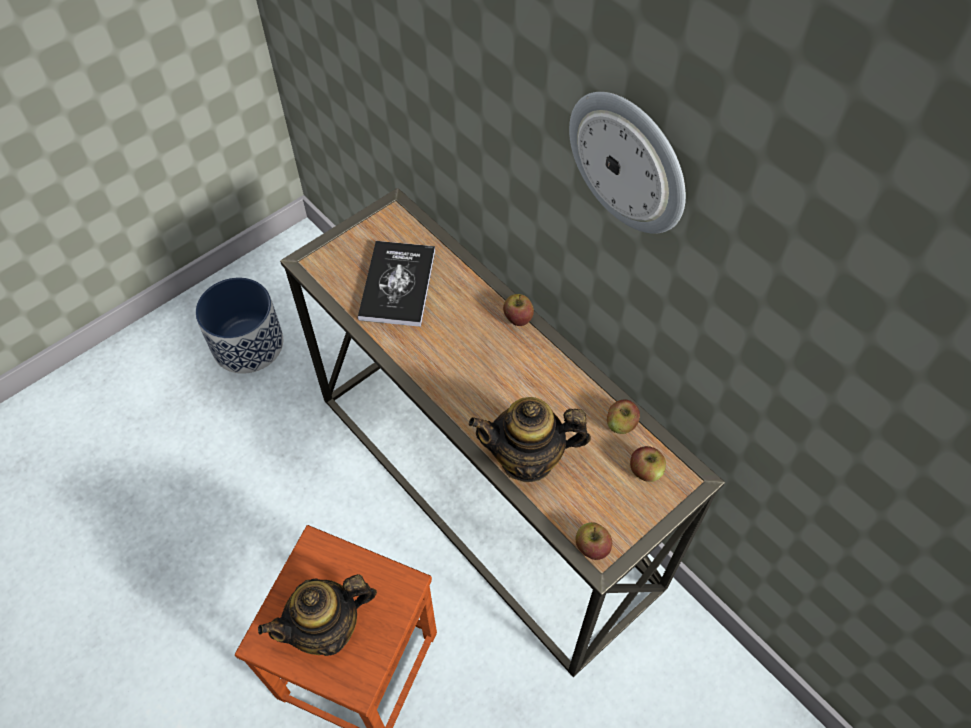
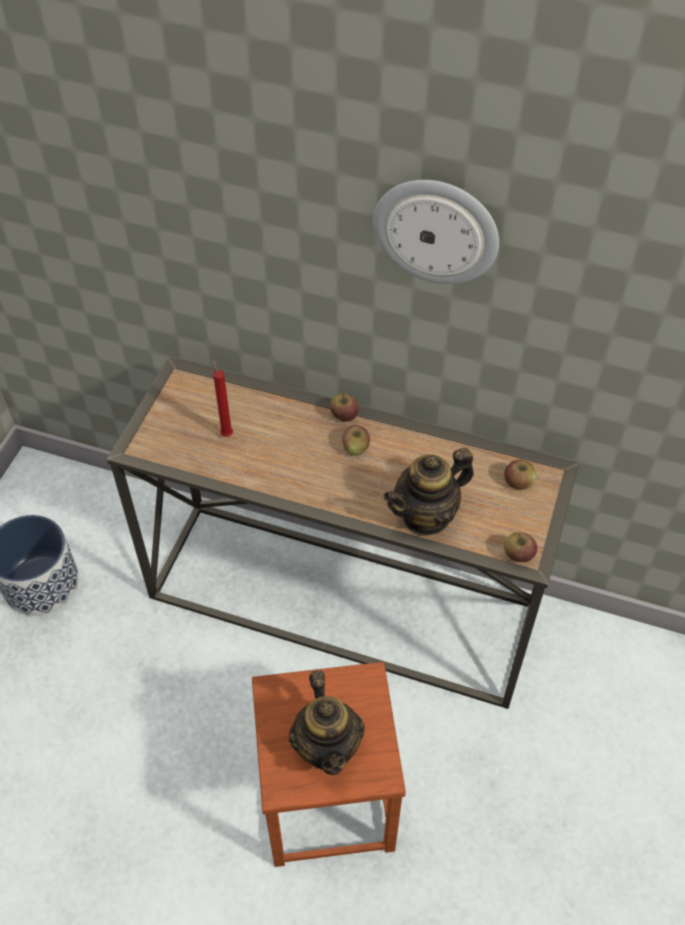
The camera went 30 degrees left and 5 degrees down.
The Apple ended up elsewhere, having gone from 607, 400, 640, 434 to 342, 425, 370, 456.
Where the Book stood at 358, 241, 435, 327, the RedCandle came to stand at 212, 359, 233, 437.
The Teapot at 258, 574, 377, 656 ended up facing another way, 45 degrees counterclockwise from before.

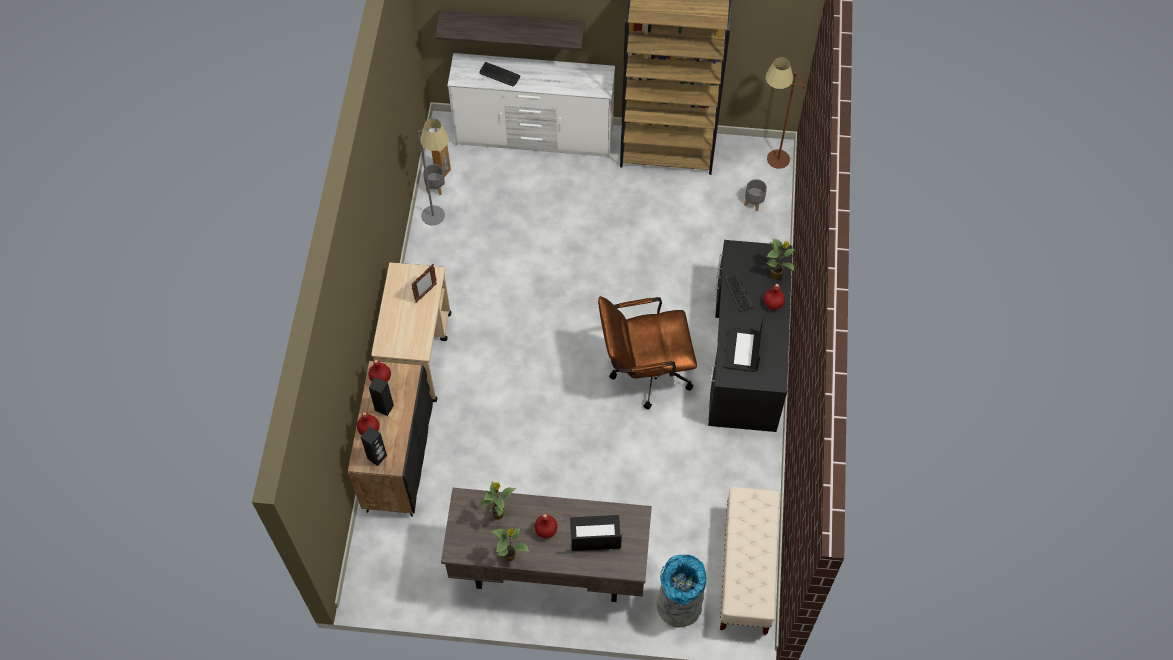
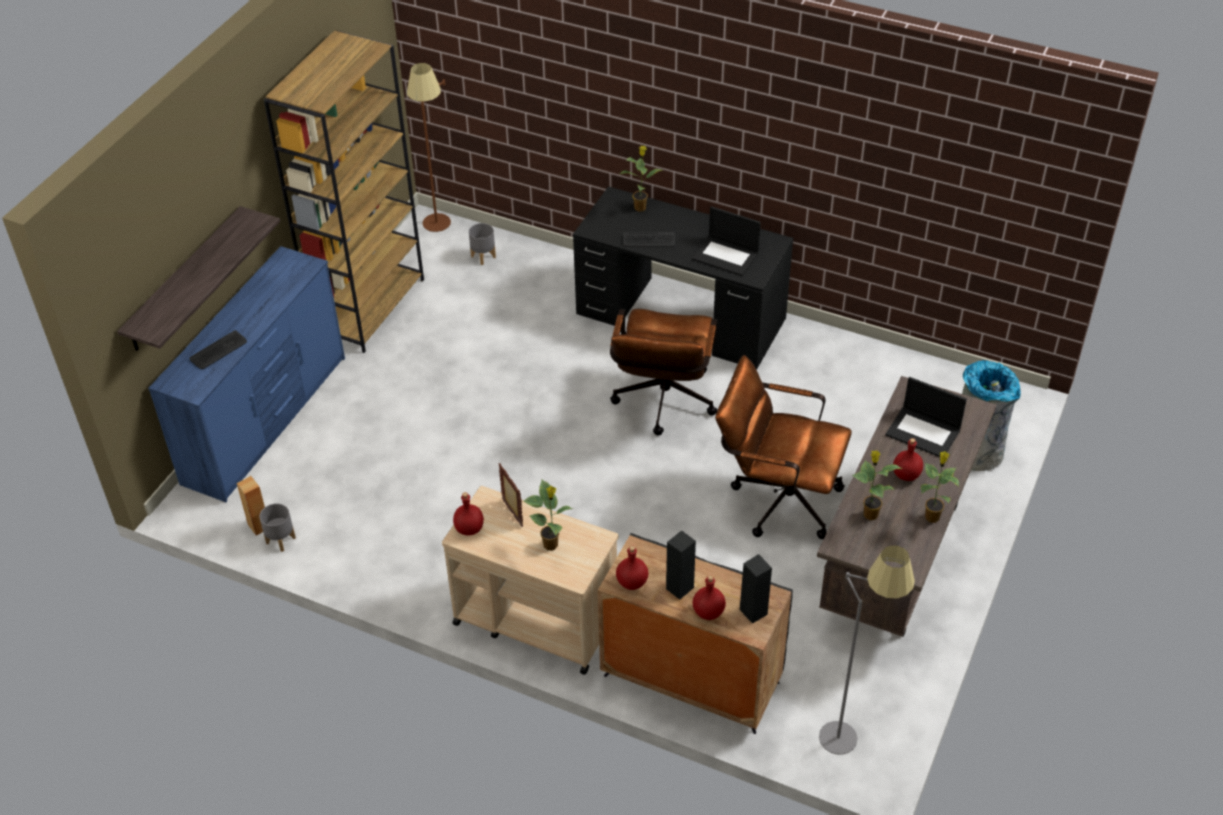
The camera went 70 degrees left and 15 degrees down.
The second view lost the BeigeBench at 720, 487, 780, 635.
The second view gained the PottedPlant at 523, 480, 573, 551.
The second view gained the BrownOfficeChair at 715, 355, 852, 539.
The GreyFloorLamp ended up elsewhere, having gone from 418, 119, 449, 225 to 819, 545, 915, 755.
The RedBottle ended up elsewhere, having gone from 763, 284, 785, 310 to 453, 492, 484, 535.
What was the WhiteDresser at 447, 53, 615, 158 turned into the BlueDresser at 148, 246, 345, 502.
The Laptop at 570, 515, 622, 551 ended up facing another way, 75 degrees counterclockwise from before.

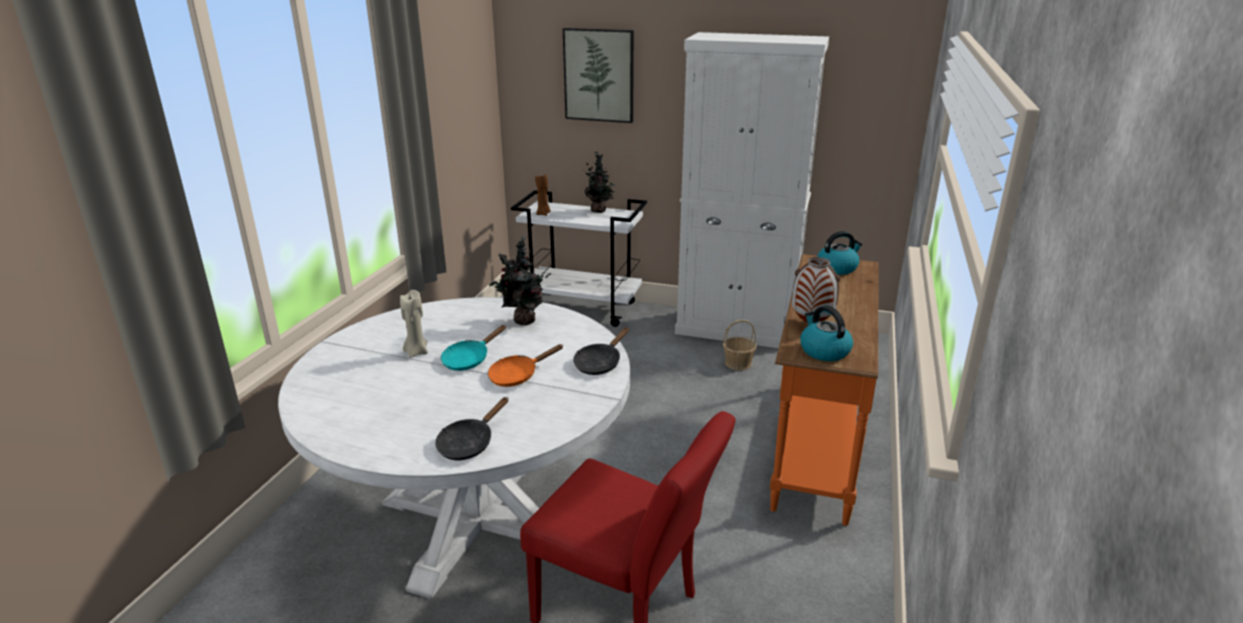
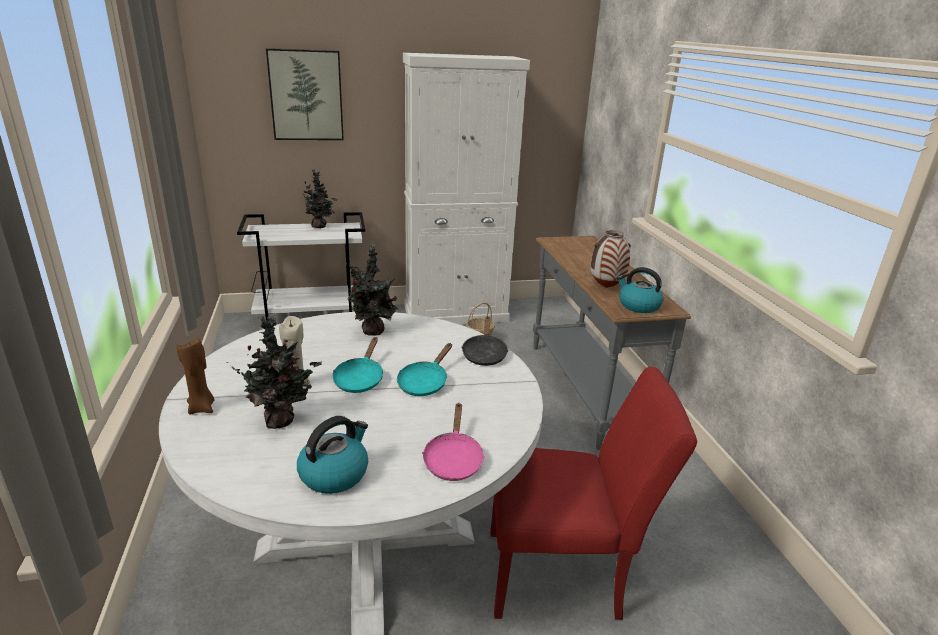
The camera went 30 degrees left and 0 degrees up.
The second view gained the PottedPlant at 227, 316, 322, 429.
The BrownCandle ended up elsewhere, having gone from 535, 174, 551, 216 to 176, 338, 215, 414.
The Kettle ended up elsewhere, having gone from 817, 231, 863, 275 to 297, 416, 368, 494.
What was the BlackFryingPan at 435, 397, 508, 460 turned into the PinkFryingPan at 422, 403, 485, 481.
What was the OrangeFryingPan at 488, 344, 563, 387 turned into the TurquoiseFryingPan at 397, 343, 452, 396.
What was the OrangeConsoleTable at 770, 254, 879, 526 turned into the GreyConsoleTable at 533, 236, 691, 450.

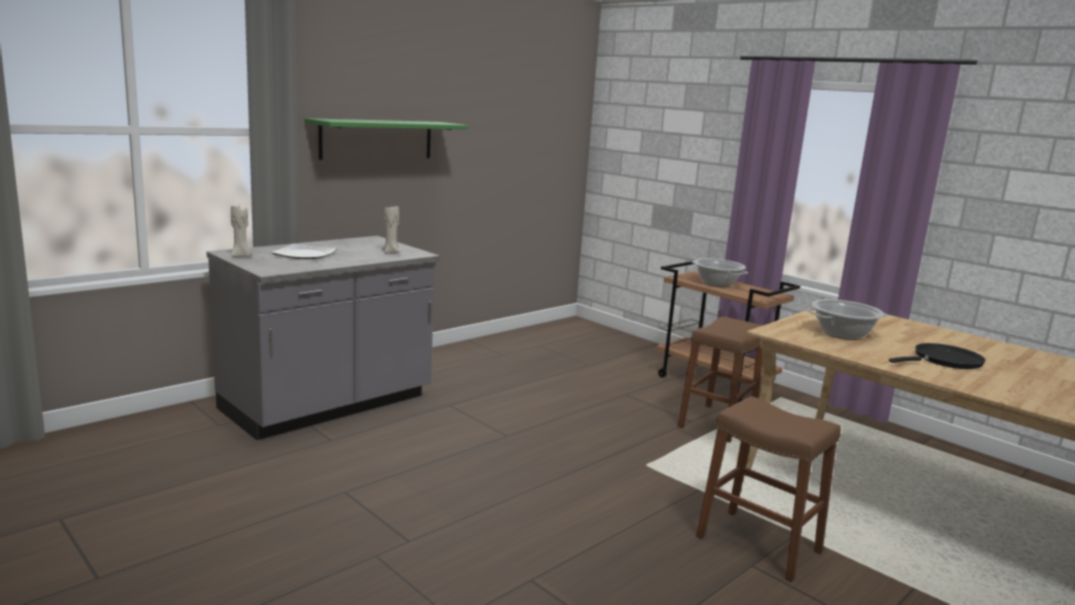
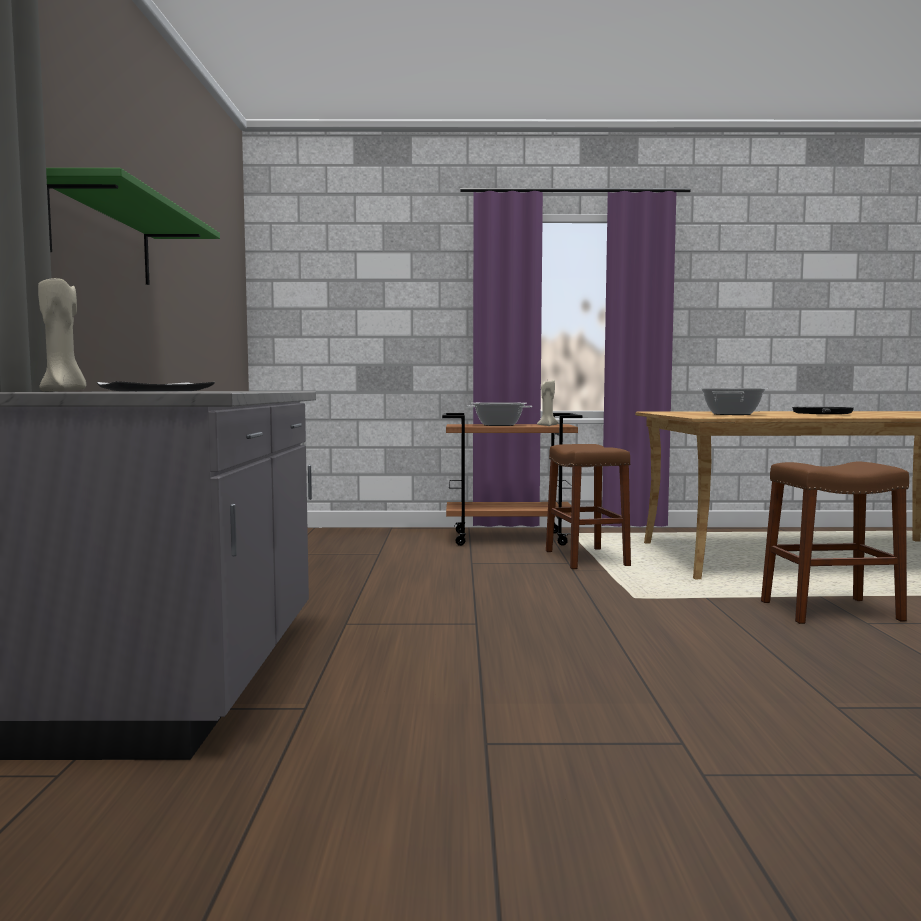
The camera went 45 degrees left and 10 degrees down.
The BeigeCandle ended up elsewhere, having gone from 382, 206, 400, 254 to 537, 380, 559, 426.

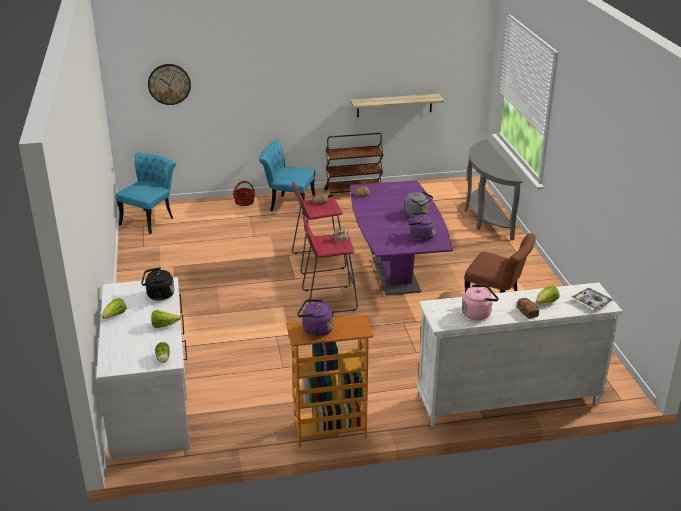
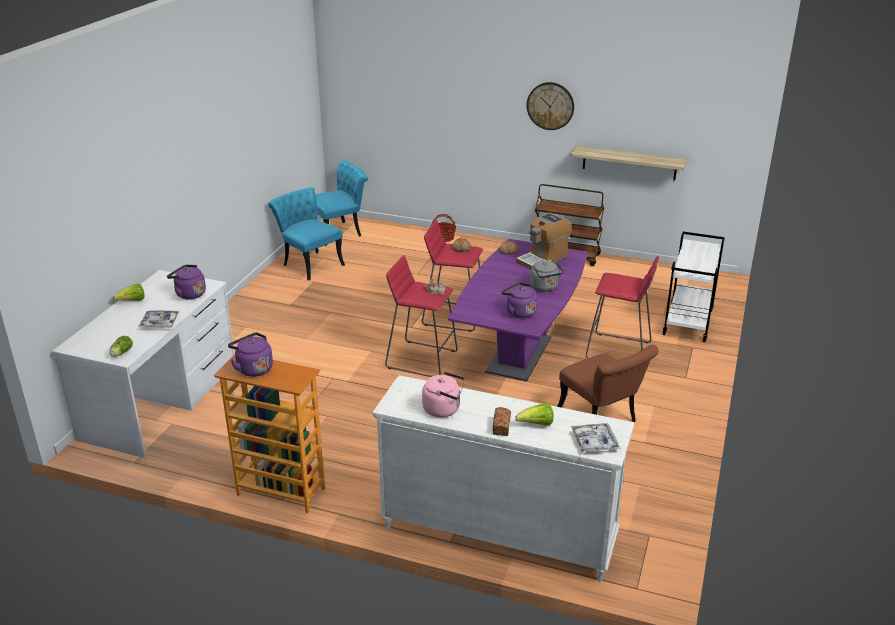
The camera went 30 degrees right and 0 degrees up.
The second view gained the CoffeeMachine at 516, 213, 572, 270.
The second view gained the RedStool at 586, 256, 659, 359.
The WallClock ended up elsewhere, having gone from 148, 64, 191, 105 to 527, 82, 574, 130.
The TurquoiseChair ended up elsewhere, having gone from 259, 141, 315, 217 to 268, 187, 345, 281.
Where the Lettuce stood at 151, 310, 181, 328, the Tray came to stand at 138, 310, 180, 328.
Where the GreyConsoleTable stood at 465, 140, 522, 240, the WhiteCart came to stand at 663, 231, 725, 342.
What was the BlackKettle at 141, 267, 174, 301 turned into the PurpleKettle at 167, 265, 206, 299.

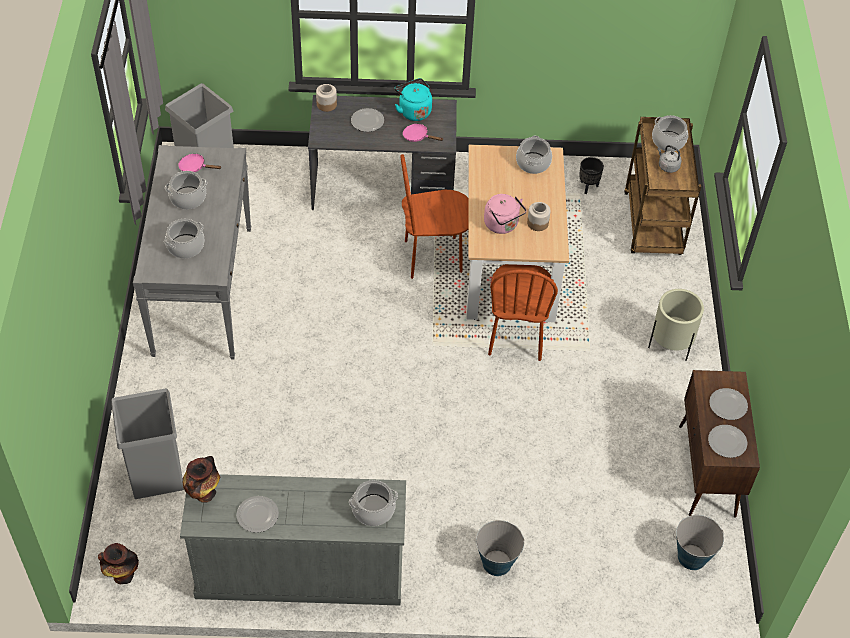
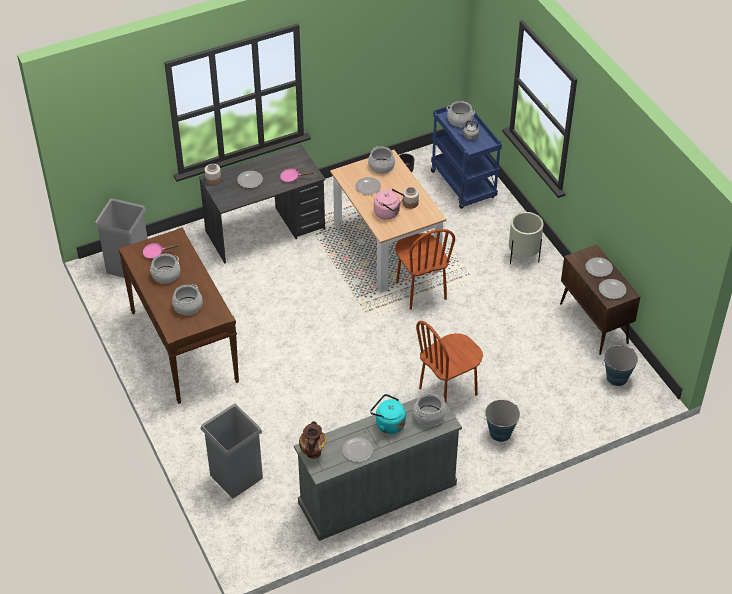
The camera went 25 degrees left and 5 degrees down.
The second view lost the Vase at 98, 543, 139, 584.
The second view gained the Plate at 355, 177, 381, 195.
The TurquoiseKettle ended up elsewhere, having gone from 395, 78, 432, 121 to 370, 394, 406, 434.
The BrownChair ended up elsewhere, having gone from 400, 154, 468, 279 to 416, 321, 483, 402.
What was the GreyConsoleTable at 133, 145, 251, 360 turned into the BrownConsoleTable at 118, 227, 239, 404.
What was the BrownCart at 624, 117, 701, 255 turned into the BlueCart at 431, 100, 502, 209.

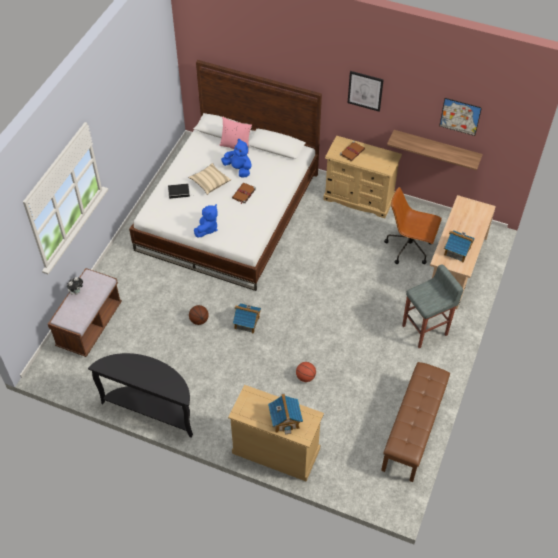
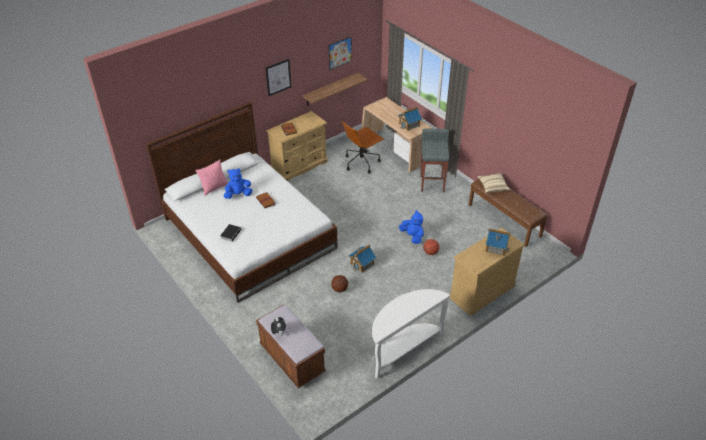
The camera went 60 degrees left and 10 degrees down.
The BeigePillow ended up elsewhere, having gone from 188, 163, 231, 195 to 477, 173, 511, 193.
The BluePlushToy ended up elsewhere, having gone from 194, 204, 218, 237 to 399, 210, 424, 244.
What was the BlackConsoleTable at 88, 353, 193, 438 turned into the WhiteConsoleTable at 372, 289, 451, 379.

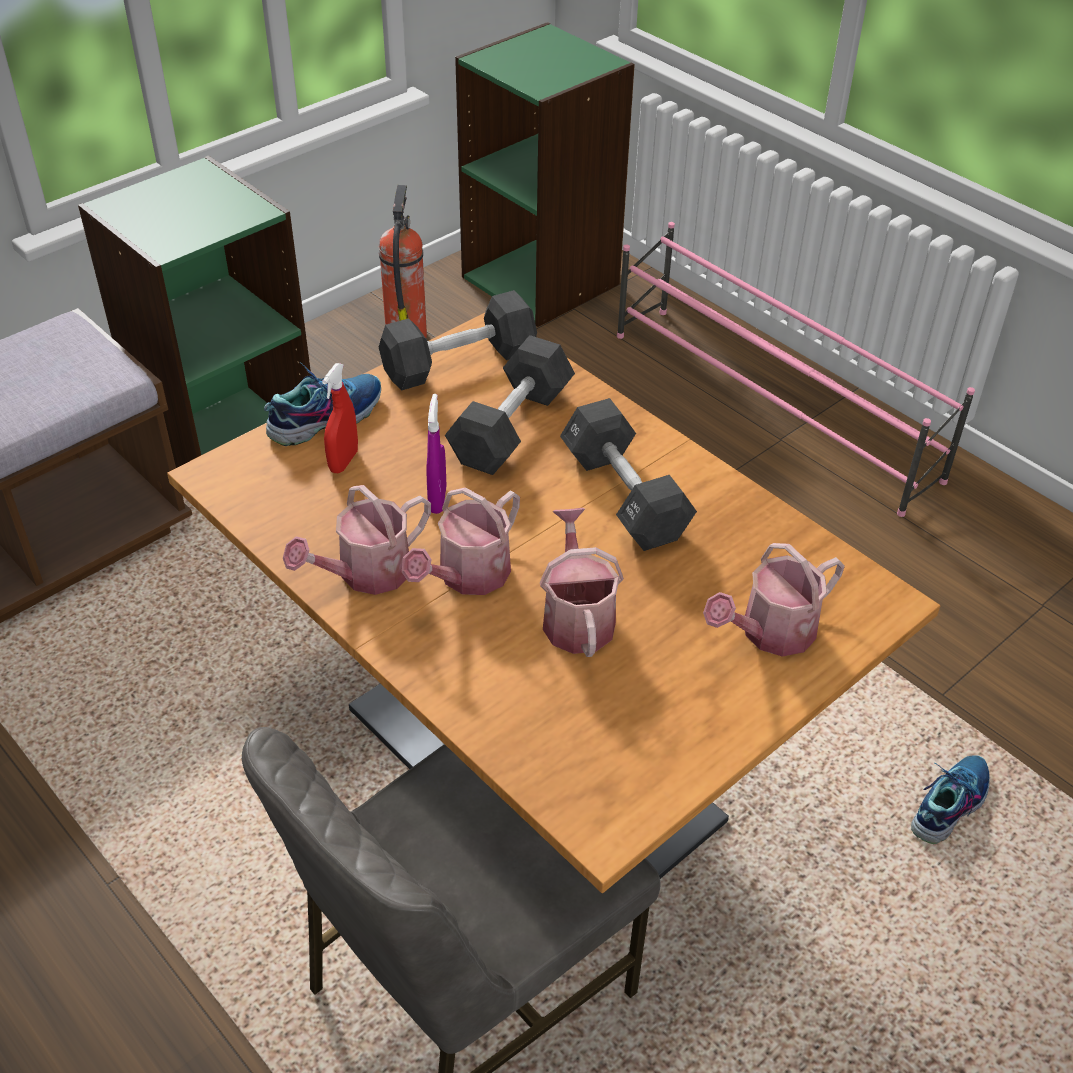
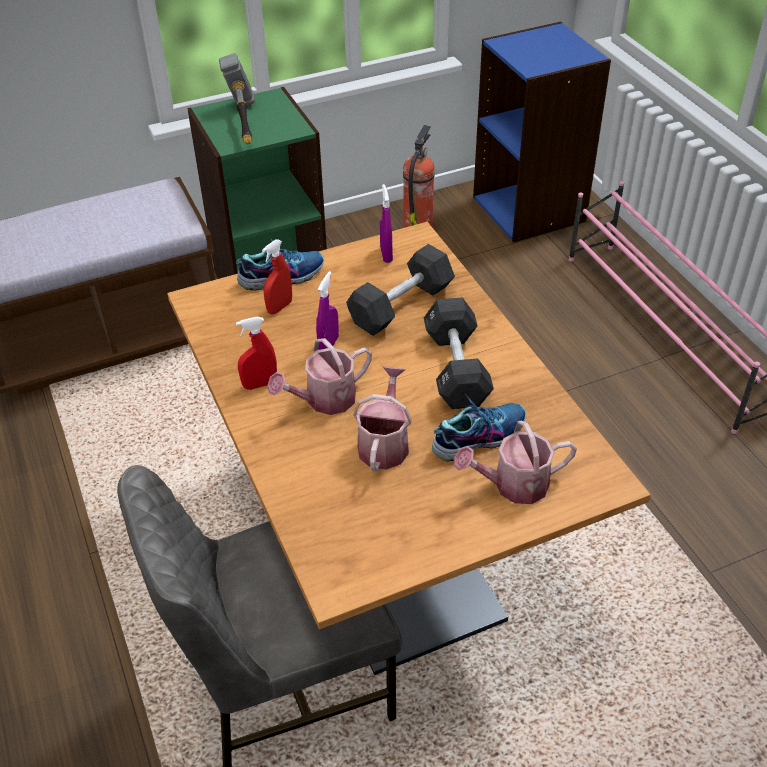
The camera went 20 degrees right and 0 degrees up.
The second view gained the Hammer at 219, 53, 255, 144.
The Shoe ended up elsewhere, having gone from 911, 755, 990, 844 to 432, 393, 525, 461.
Where the WateringCan stood at 283, 485, 431, 595, the RedSprayBottle came to stand at 236, 317, 277, 390.
Where the BlackDumbbell stood at 379, 290, 537, 390, the PurpleSprayBottle came to stand at 380, 184, 393, 263.
What was the GreenBookcase at 455, 22, 635, 327 turned into the BlueBookcase at 473, 22, 611, 243.

